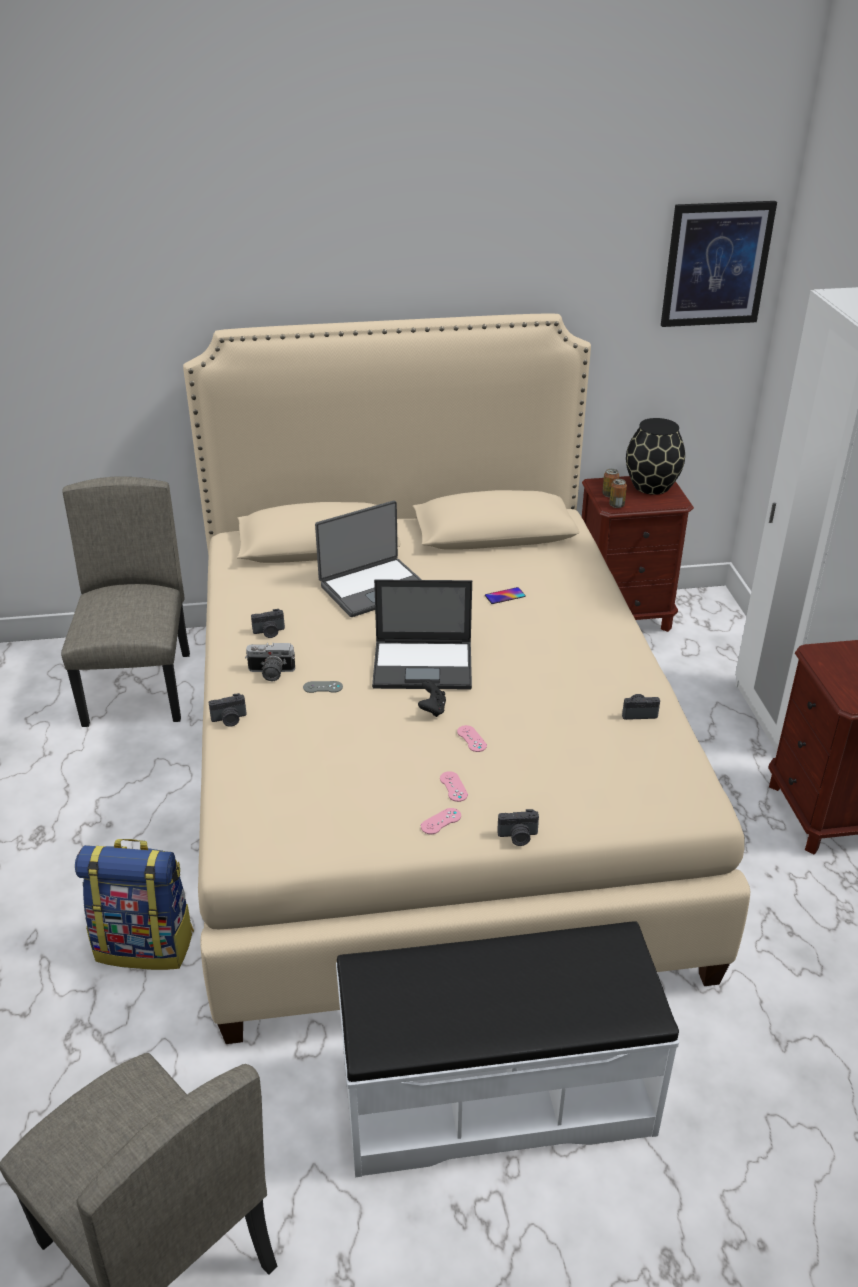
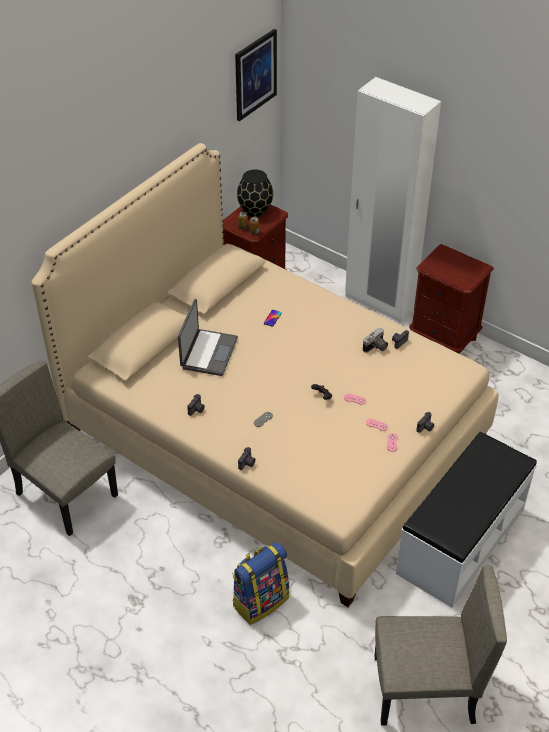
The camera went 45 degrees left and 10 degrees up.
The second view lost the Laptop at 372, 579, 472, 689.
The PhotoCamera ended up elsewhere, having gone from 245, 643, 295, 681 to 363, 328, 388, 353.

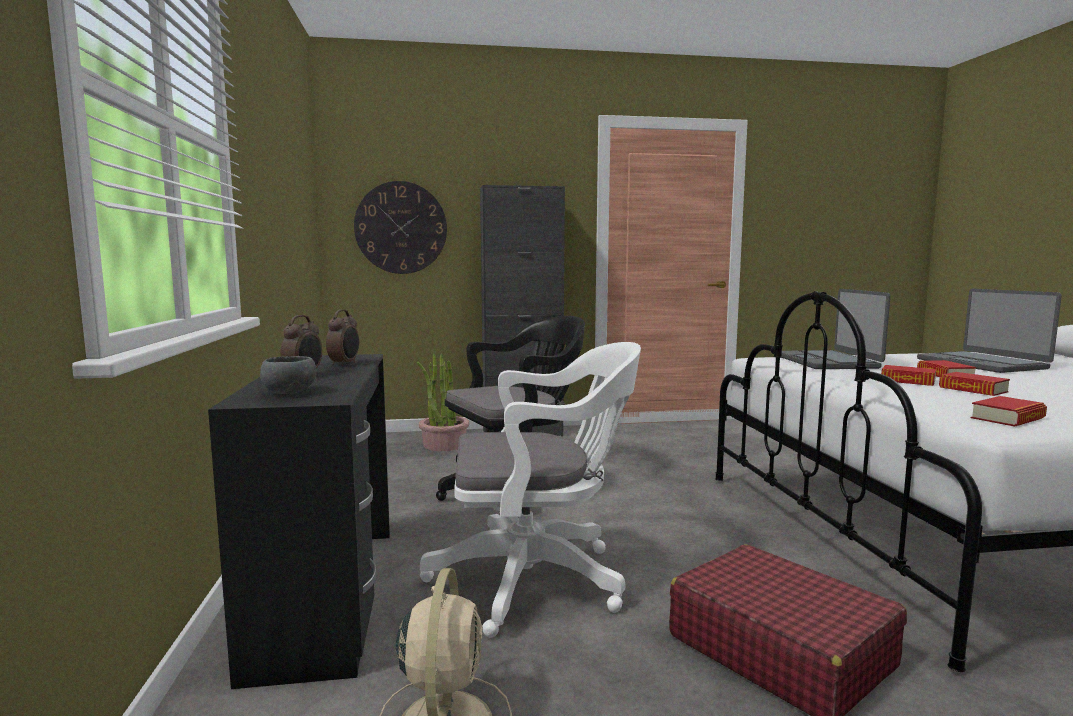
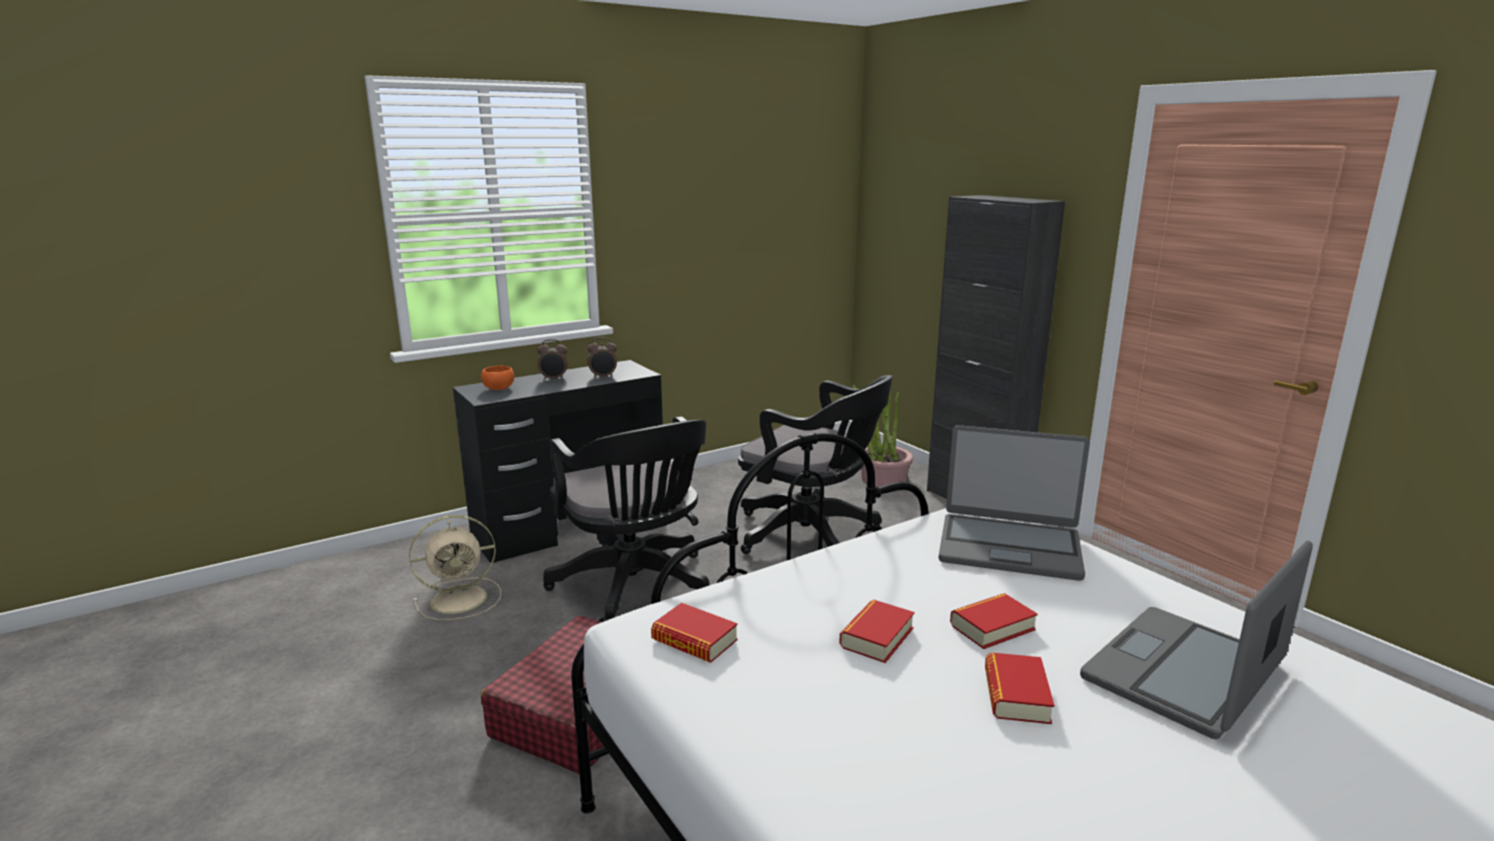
The camera went 65 degrees right and 10 degrees up.
The second view lost the WallClock at 354, 181, 447, 274.
The Book ended up elsewhere, having gone from 881, 365, 936, 386 to 985, 652, 1055, 724.
What was the GreyBowl at 260, 356, 316, 394 turned into the OrangeBowl at 481, 365, 514, 390.
What was the WhiteOfficeChair at 420, 342, 641, 637 turned into the BlackOfficeChair at 543, 416, 710, 622.
The Laptop at 782, 289, 890, 369 ended up facing another way, 135 degrees counterclockwise from before.

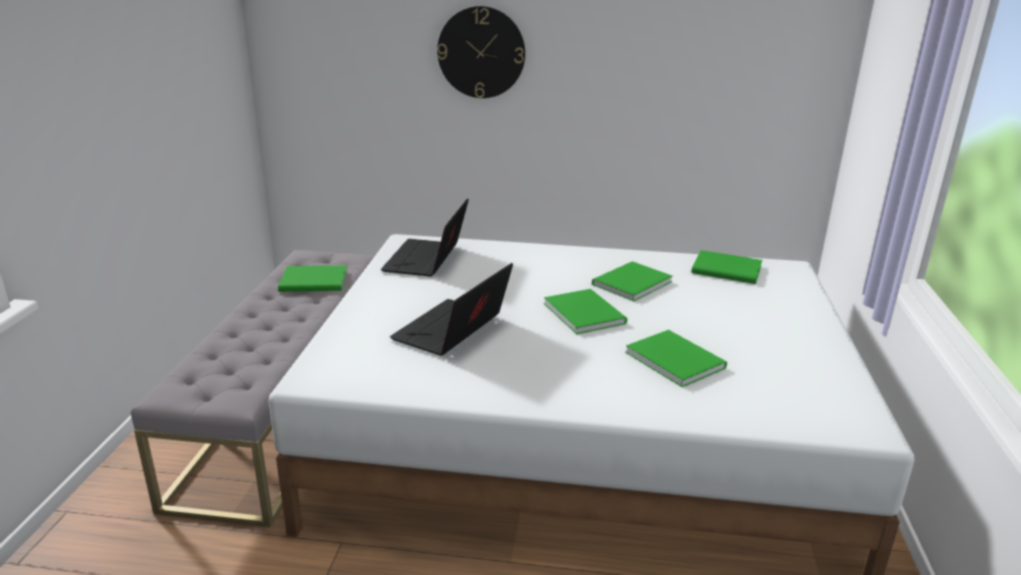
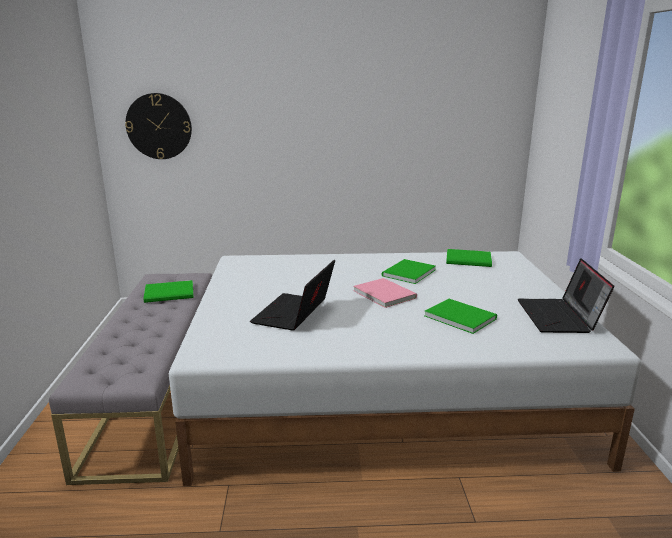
The camera went 10 degrees left and 5 degrees down.
The Laptop ended up elsewhere, having gone from 381, 198, 469, 277 to 518, 258, 614, 333.
The WallClock ended up elsewhere, having gone from 437, 6, 525, 98 to 125, 93, 192, 159.
What was the GreenBook at 544, 289, 627, 334 turned into the PinkBook at 353, 278, 417, 308.

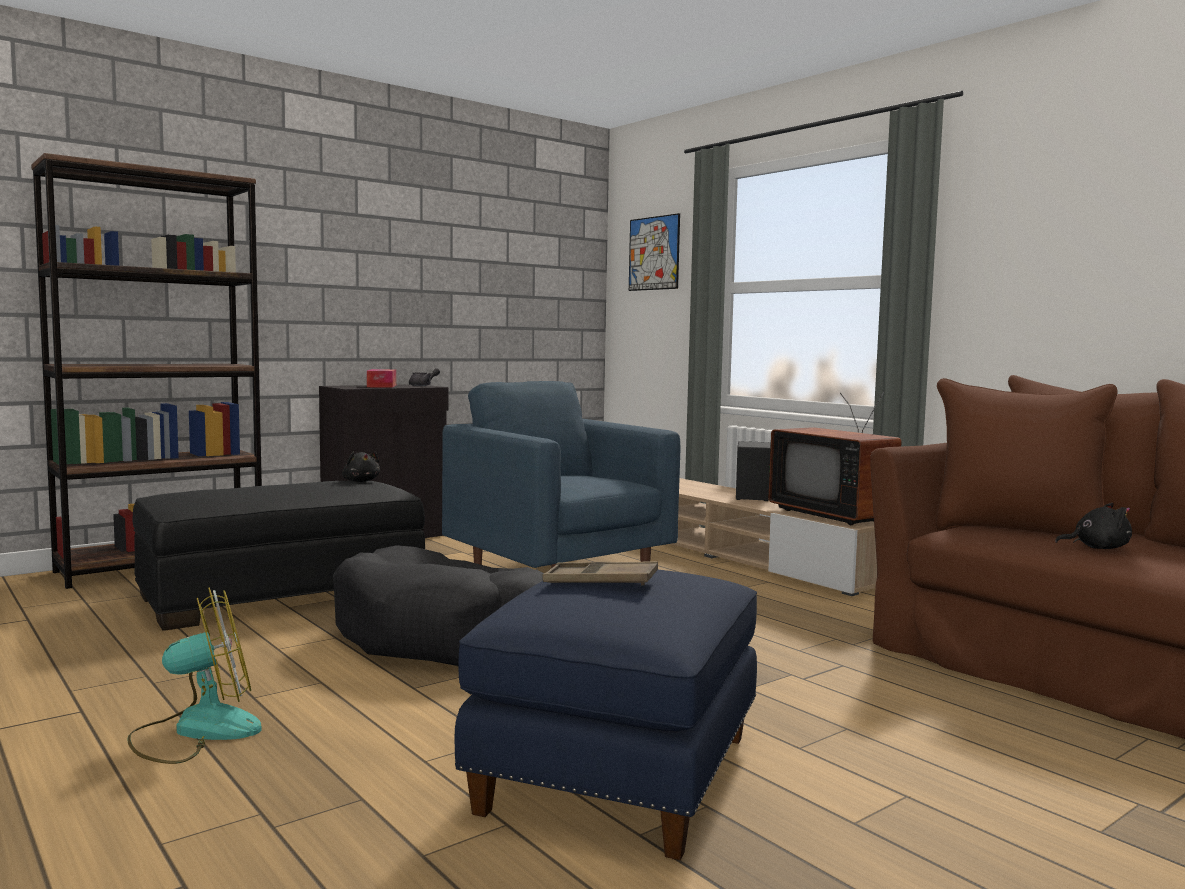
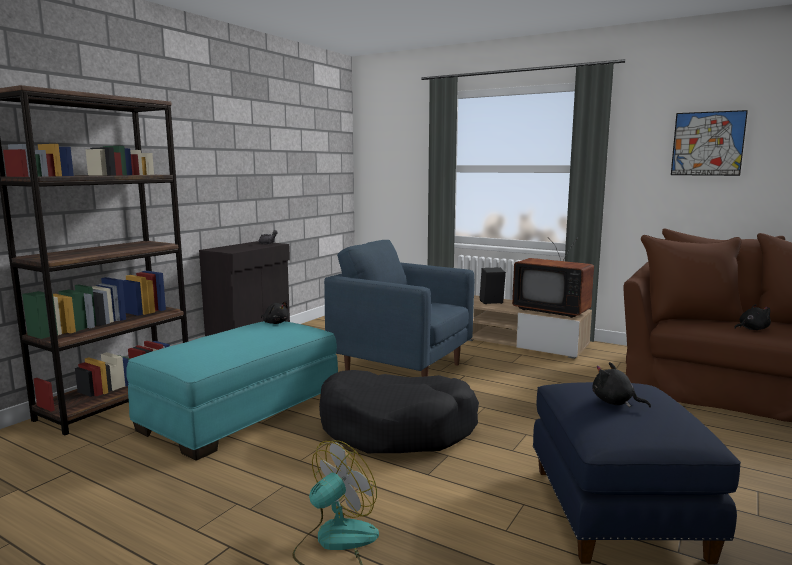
The camera went 20 degrees left and 5 degrees up.
The second view lost the TissueBox at 367, 369, 396, 388.
The Picture ended up elsewhere, having gone from 629, 213, 680, 291 to 671, 110, 748, 176.
Where the BrownTray stood at 542, 561, 658, 586, the BlackPlushToy came to stand at 592, 362, 651, 408.
What was the BlackOttoman at 132, 481, 425, 631 turned into the TurquoiseOttoman at 126, 321, 338, 461.

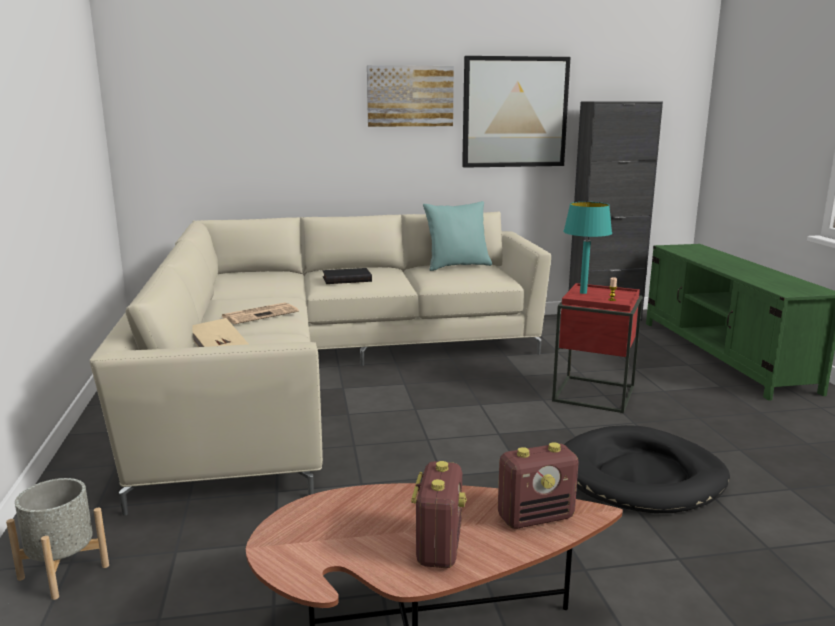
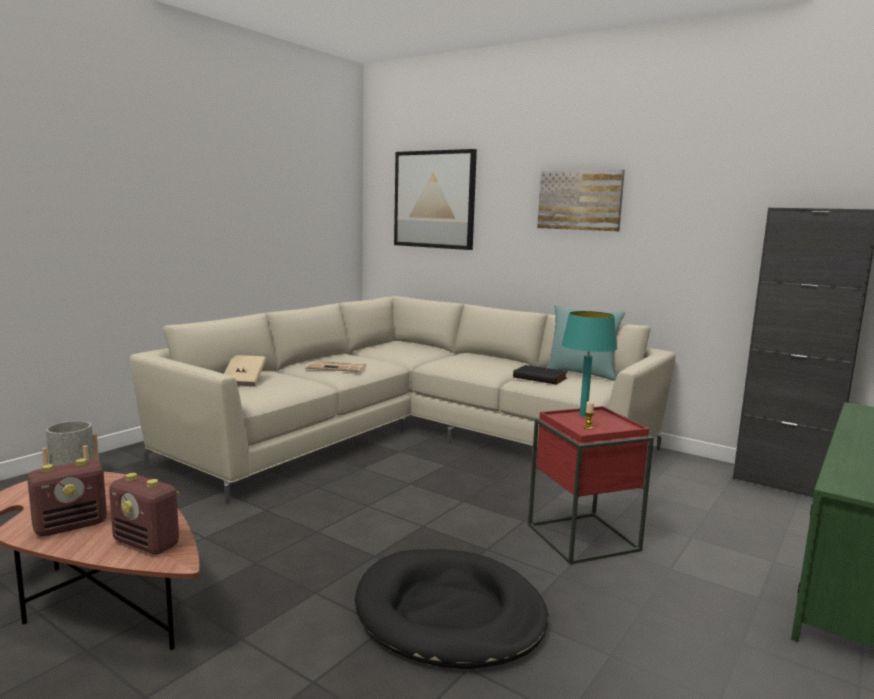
The camera went 45 degrees right and 5 degrees down.
The BlackBook ended up elsewhere, having gone from 322, 268, 372, 284 to 513, 365, 568, 385.
The Picture ended up elsewhere, having gone from 462, 56, 570, 168 to 394, 149, 477, 250.

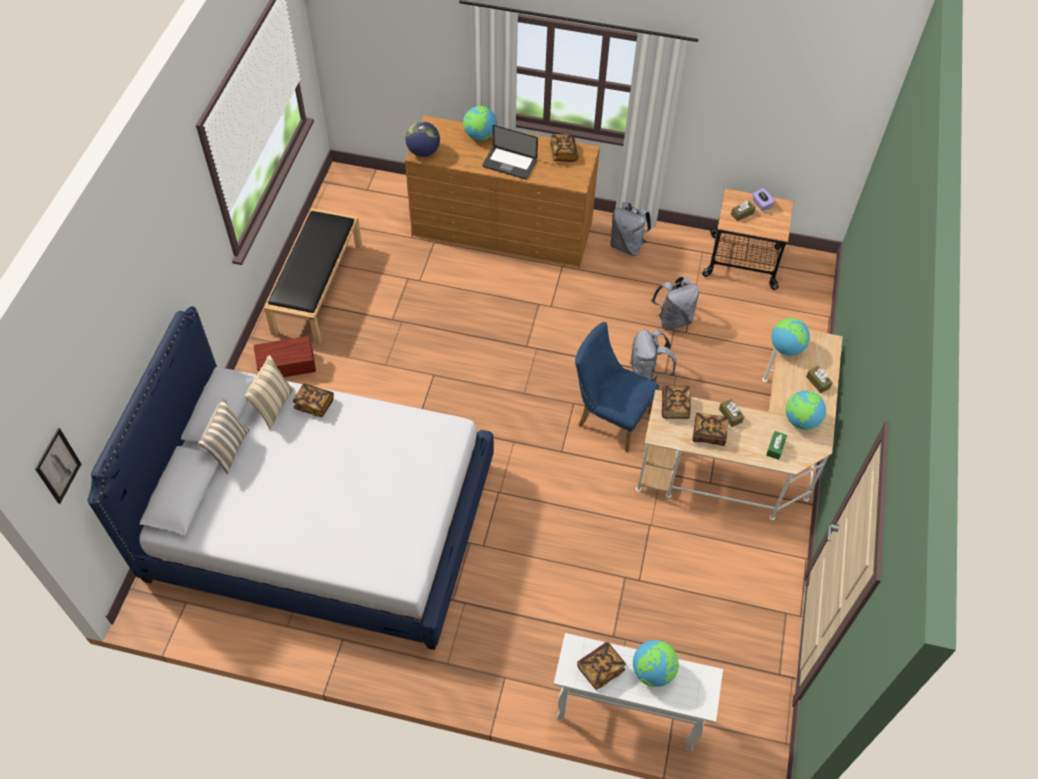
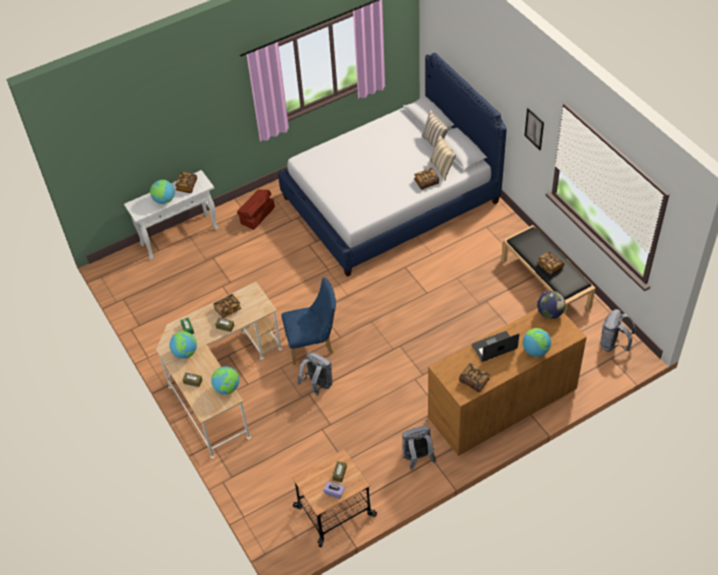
The camera went 140 degrees right and 5 degrees down.
The Picture ended up elsewhere, having gone from 35, 428, 81, 504 to 524, 108, 544, 150.
The BrownStorageBox ended up elsewhere, having gone from 254, 336, 316, 377 to 237, 189, 275, 230.
The GreyBackpack ended up elsewhere, having gone from 651, 276, 699, 331 to 601, 309, 635, 352.
The Book ended up elsewhere, having gone from 662, 385, 691, 419 to 537, 251, 565, 275.

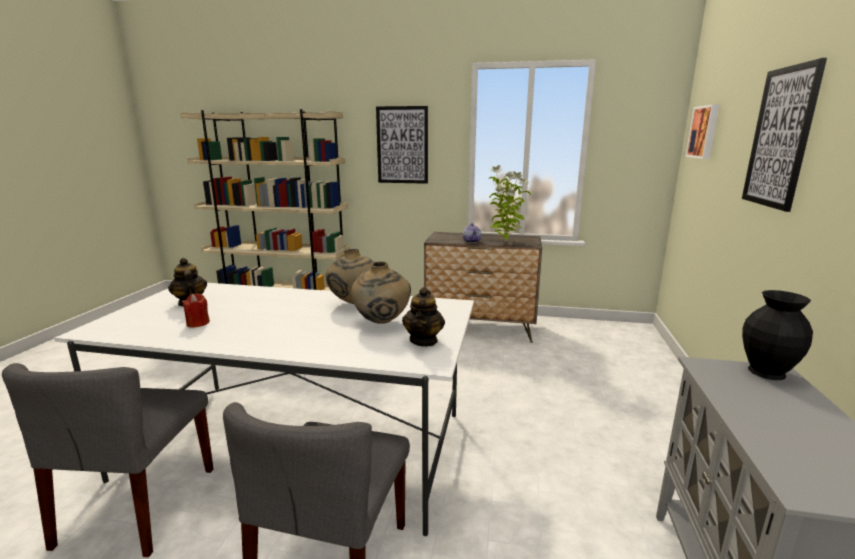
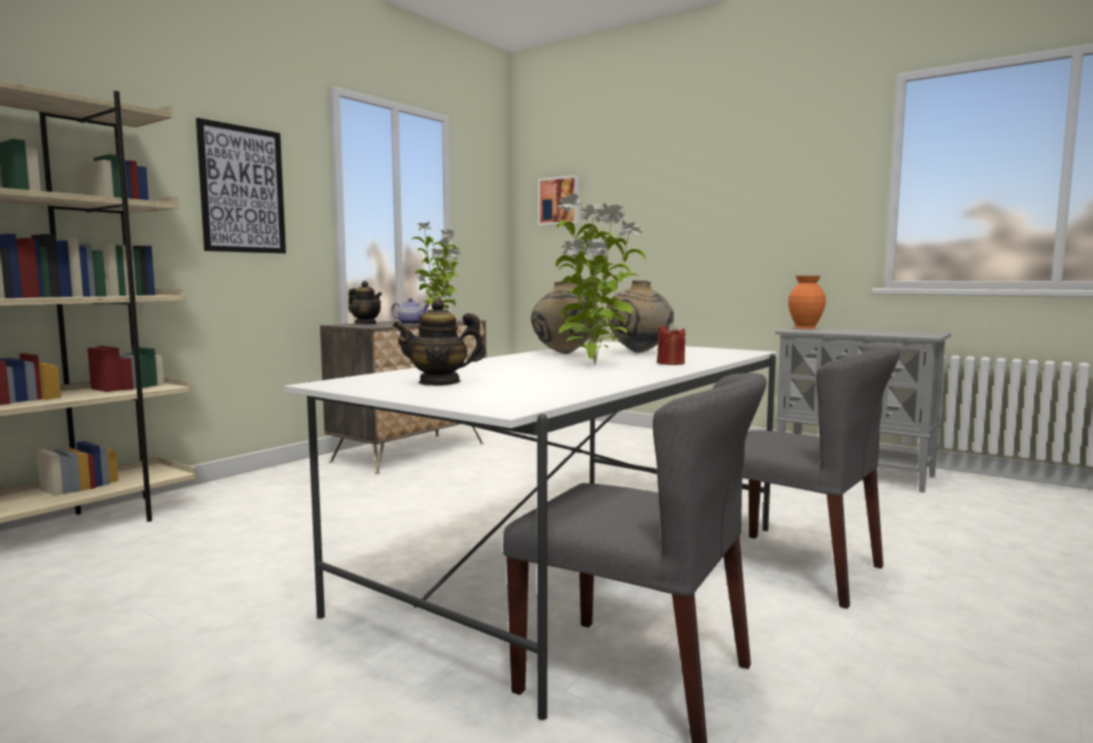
The camera went 65 degrees left and 10 degrees down.
The second view lost the Picture at 742, 58, 827, 212.
The second view gained the PottedPlant at 556, 194, 646, 365.
The RedCandle ended up elsewhere, having gone from 182, 293, 210, 328 to 657, 323, 685, 365.
The Teapot ended up elsewhere, having gone from 402, 287, 445, 347 to 348, 281, 382, 324.
What was the BlackVase at 742, 290, 813, 380 turned into the OrangeVase at 788, 276, 826, 329.

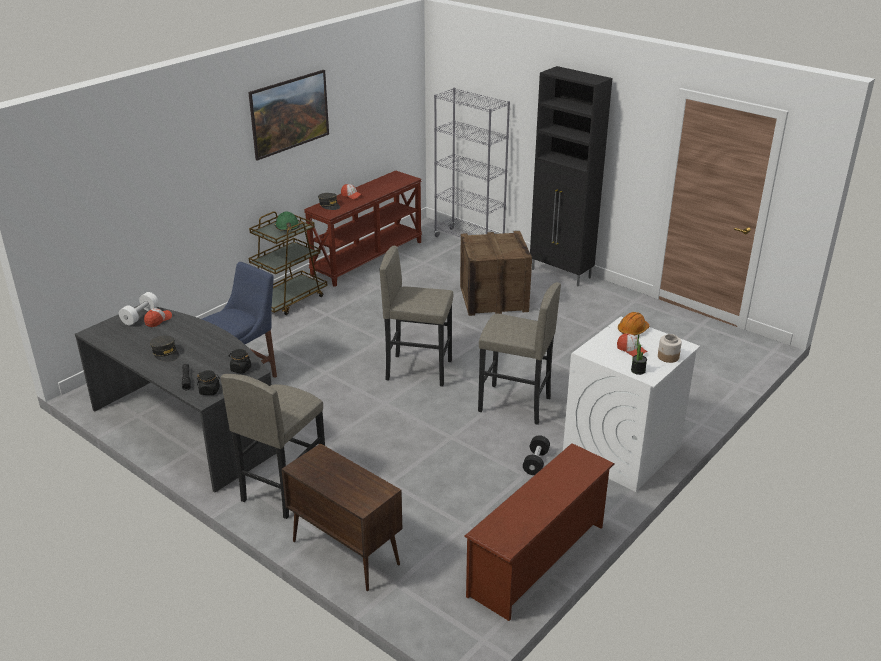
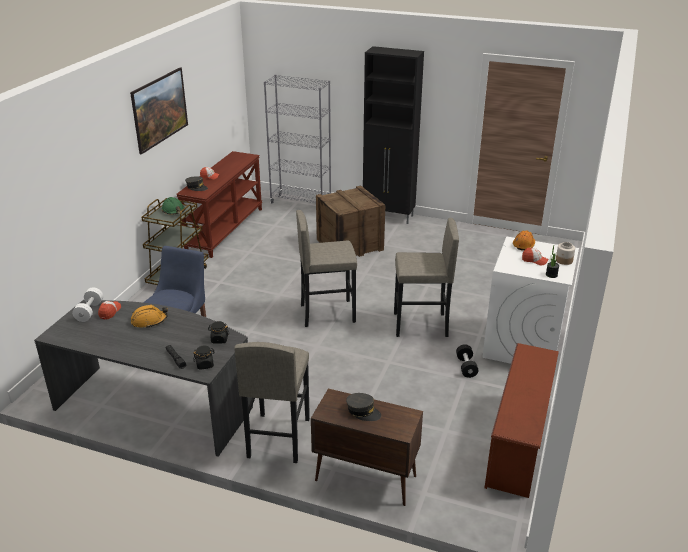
The camera went 20 degrees left and 0 degrees up.
The second view gained the OrangeHardHat at 131, 305, 168, 328.
The GreyCap ended up elsewhere, having gone from 150, 336, 179, 362 to 346, 393, 381, 421.

